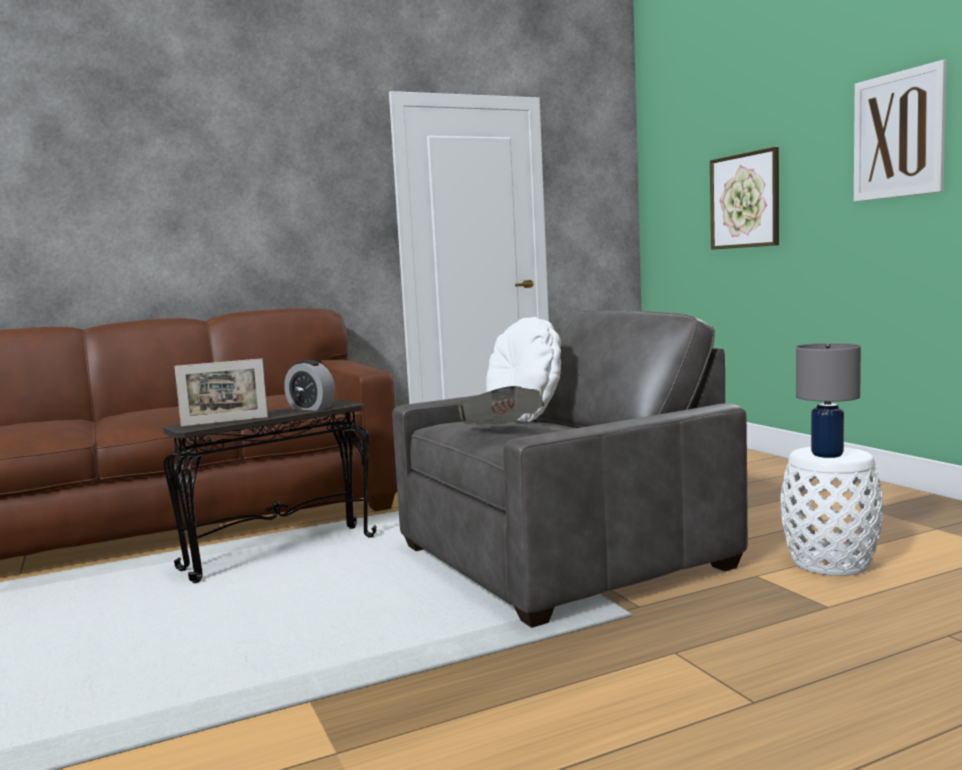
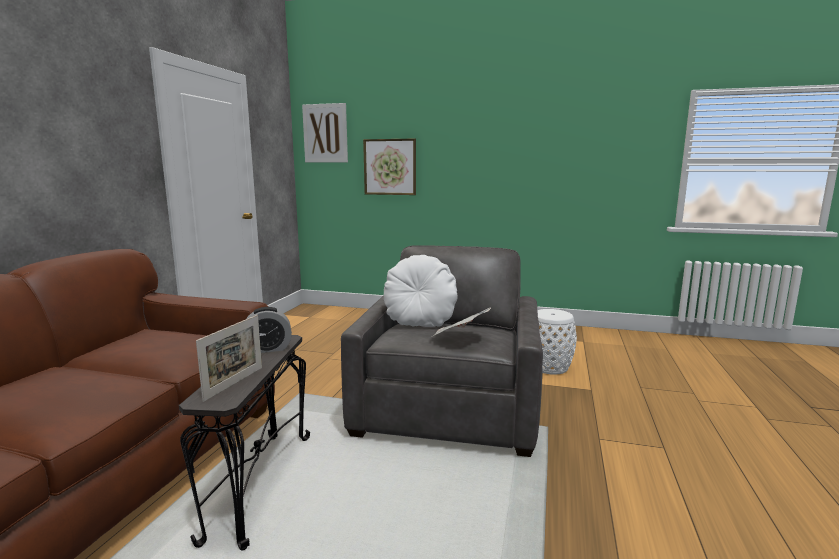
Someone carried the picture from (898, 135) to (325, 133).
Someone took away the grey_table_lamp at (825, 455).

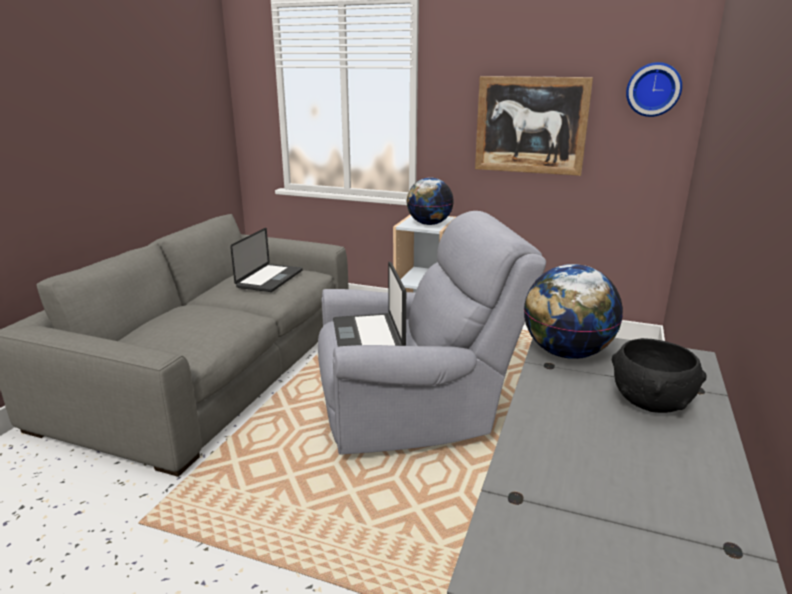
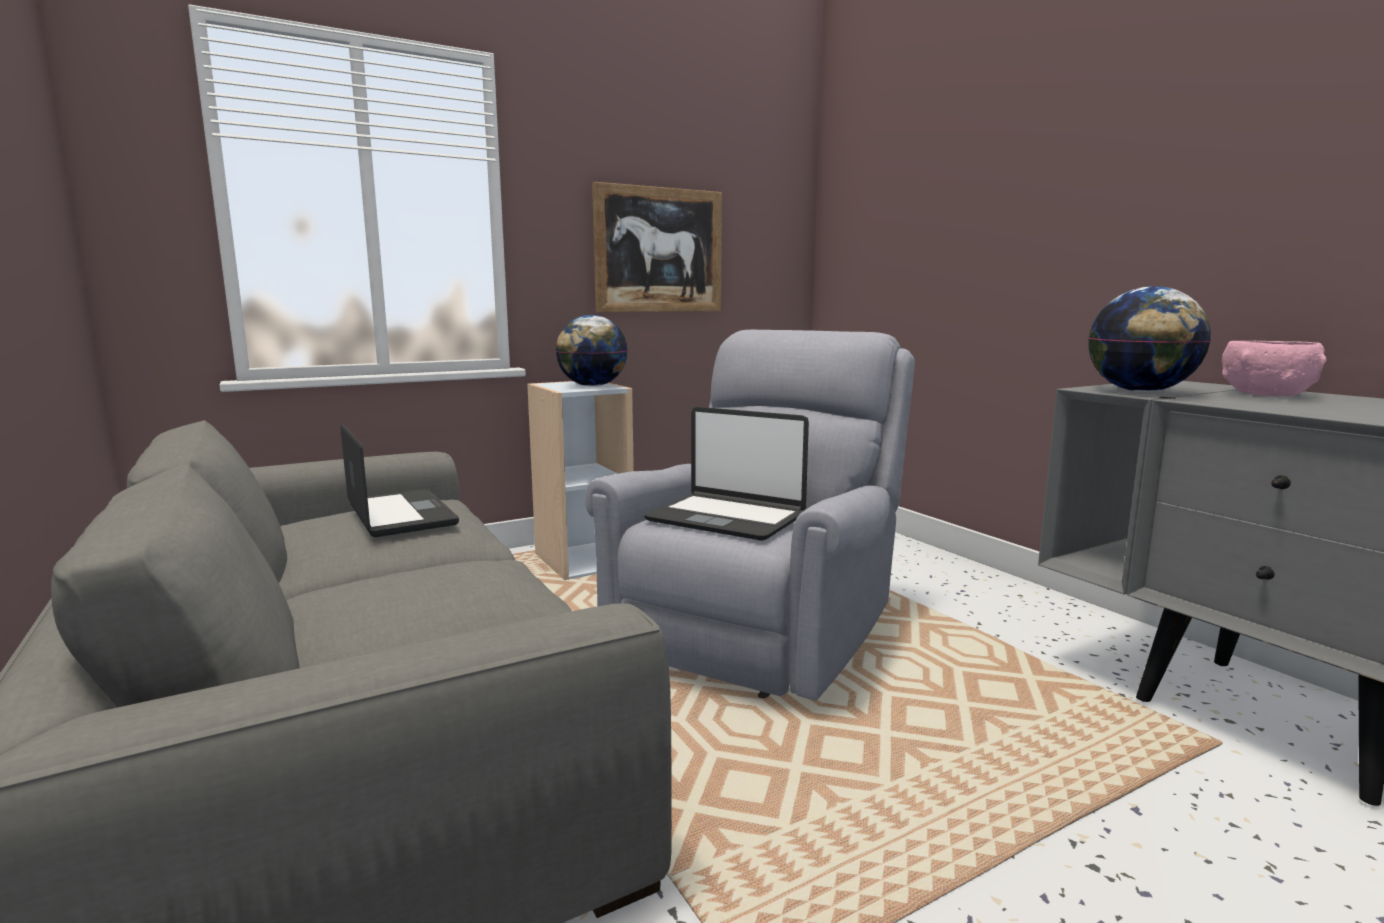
Someone repainted the black_bowl at (650, 401), which became the pink_bowl at (1265, 394).
Someone took away the wall_clock at (653, 89).

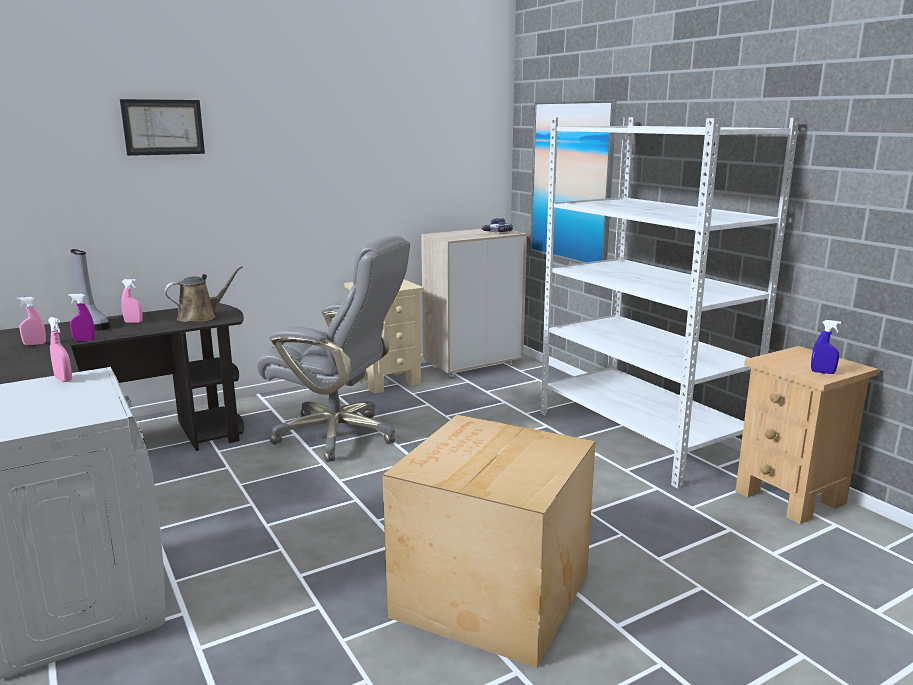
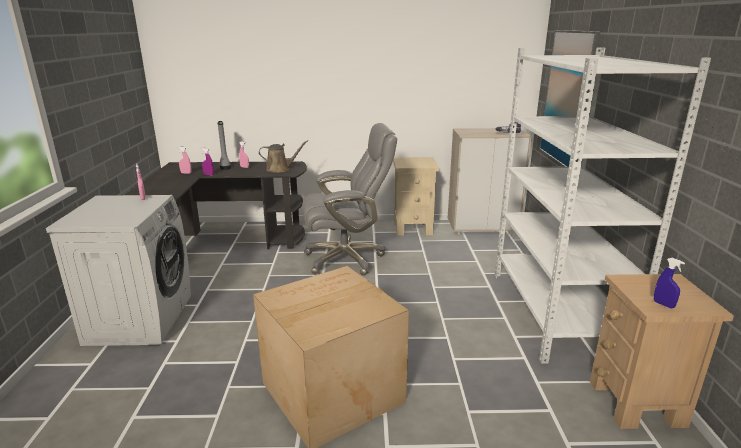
Someone rotated the grey_office_chair at (339, 437) by 60 degrees counterclockwise.
Someone took away the picture at (163, 127).

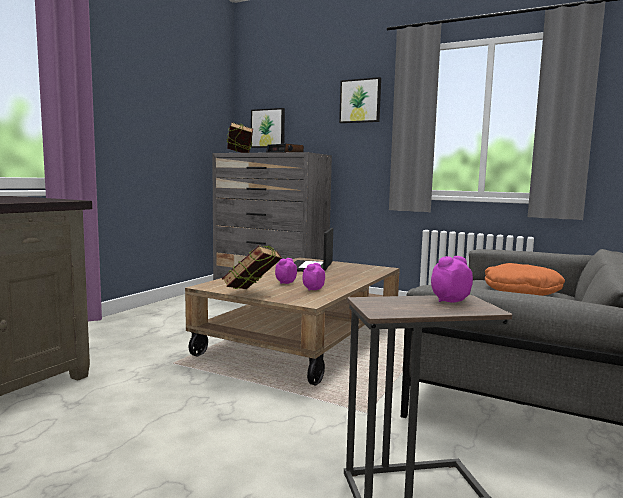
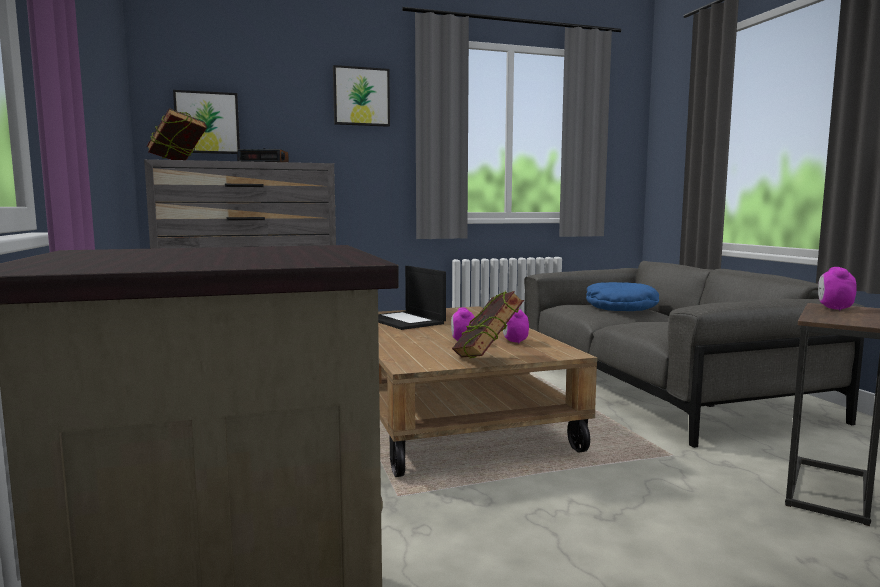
Someone repainted the orange_pillow at (520, 291), which became the blue_pillow at (620, 308).

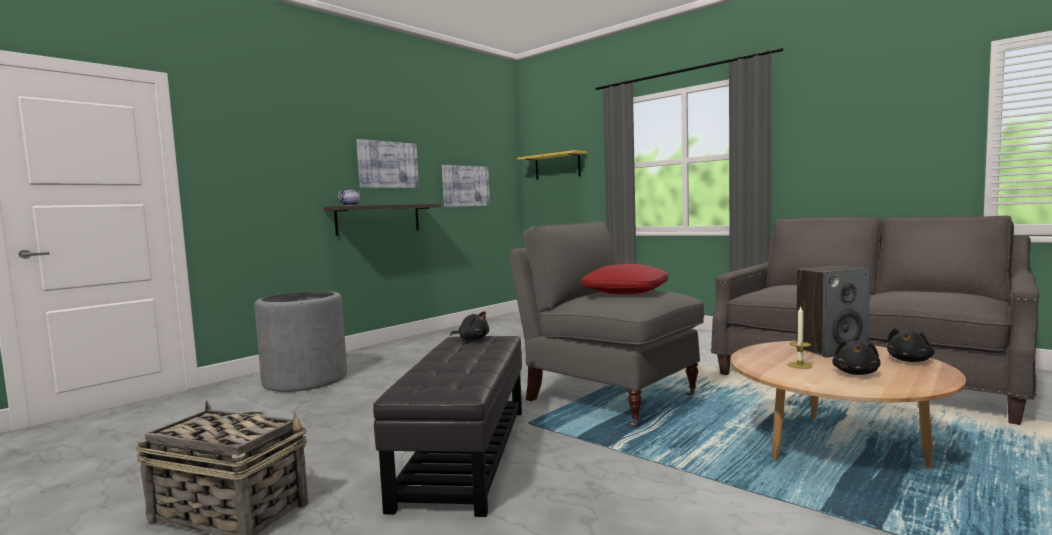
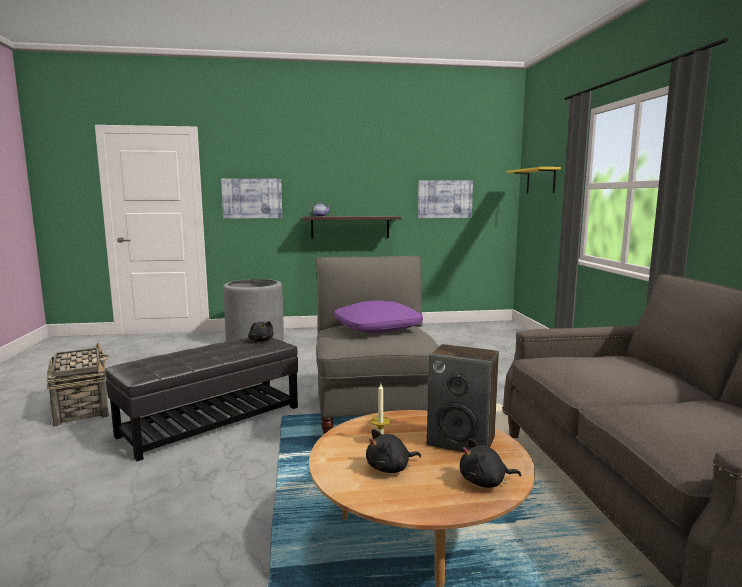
Someone carried the picture from (388, 165) to (252, 198).
Someone repainted the red_pillow at (625, 291), which became the purple_pillow at (377, 327).

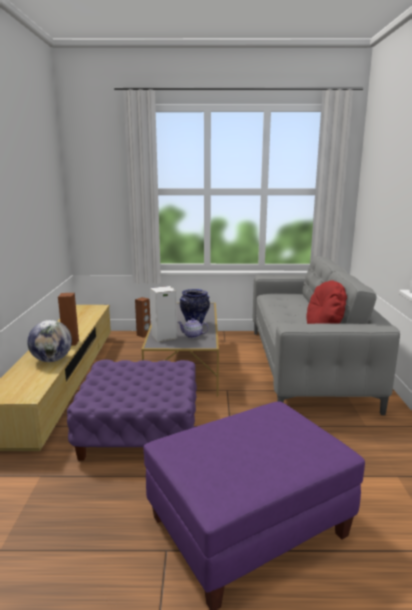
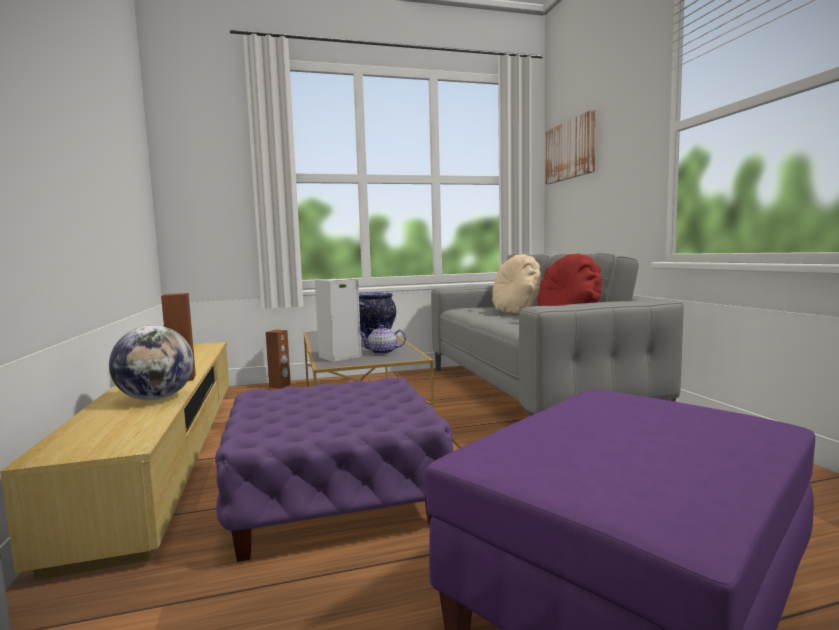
Someone put down the beige_pillow at (516, 313).
Someone put up the picture at (570, 150).

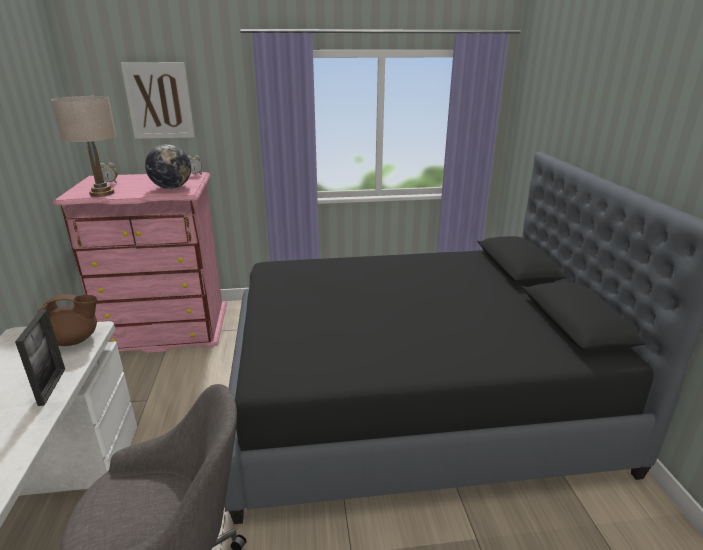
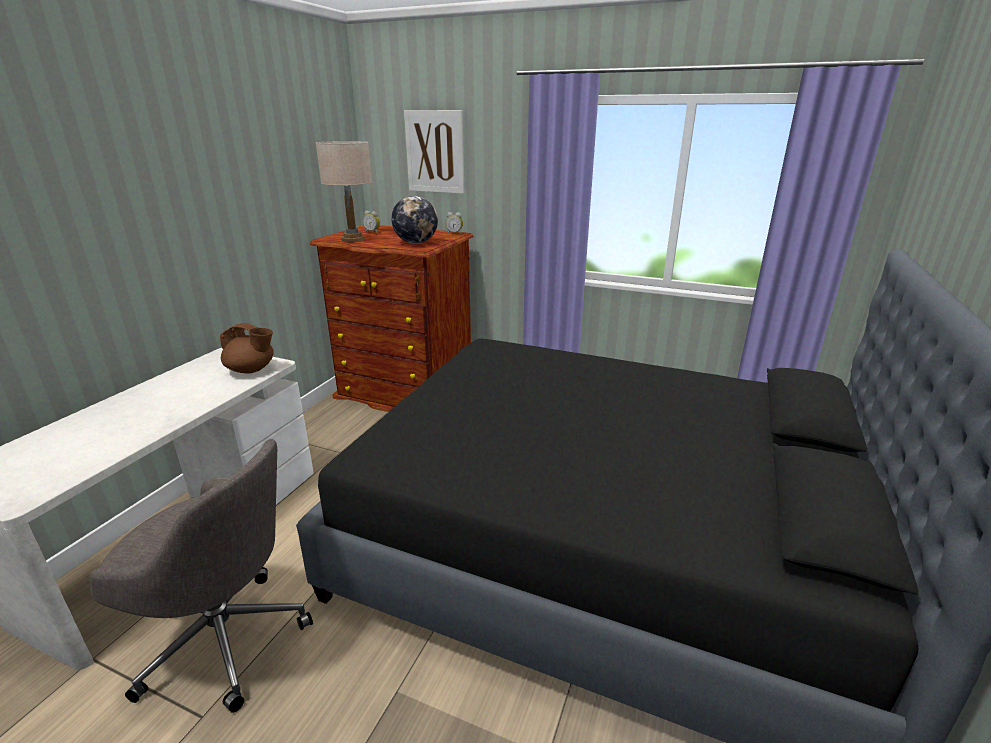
Someone repainted the pink_dresser at (166, 327), which became the brown_dresser at (406, 389).
Someone took away the picture_frame at (52, 386).

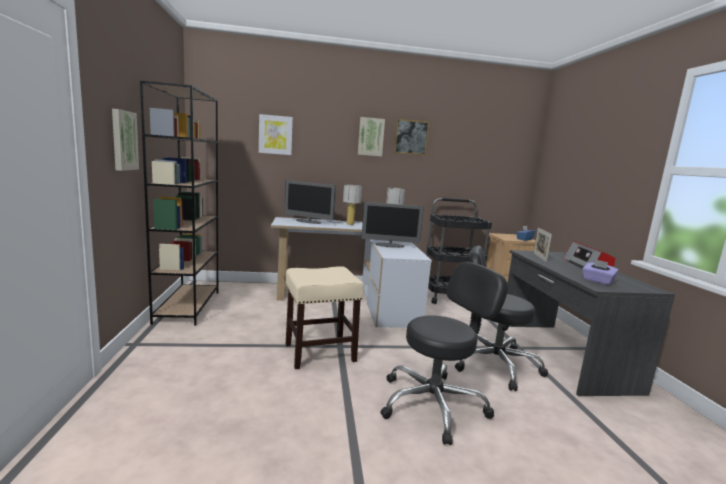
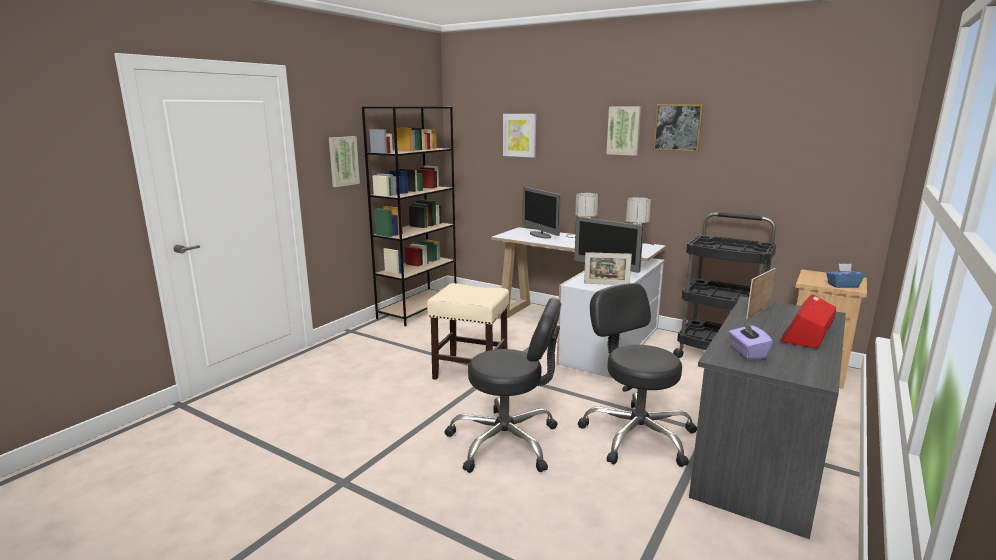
Someone put down the picture_frame at (606, 284).

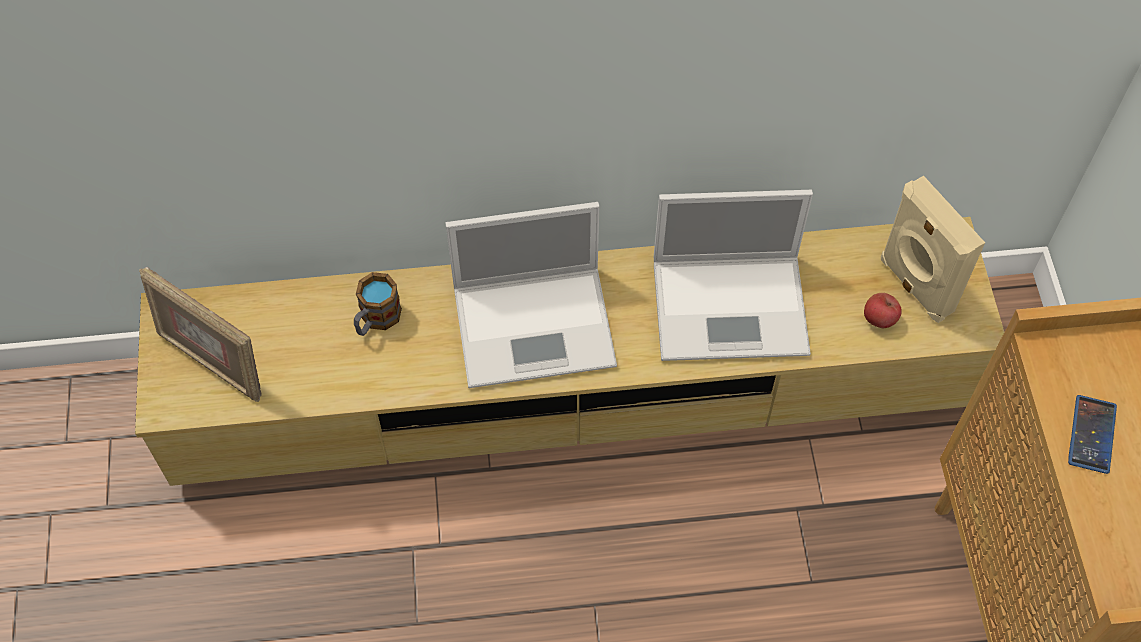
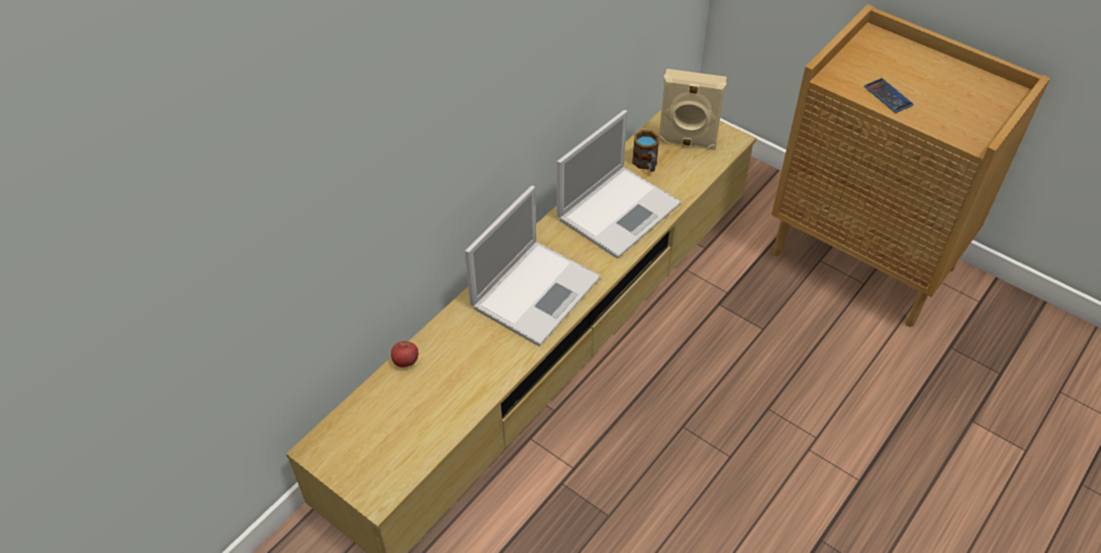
Someone carried the apple from (879, 319) to (405, 361).
Someone carried the mug from (376, 320) to (646, 164).
Someone took away the picture_frame at (212, 361).

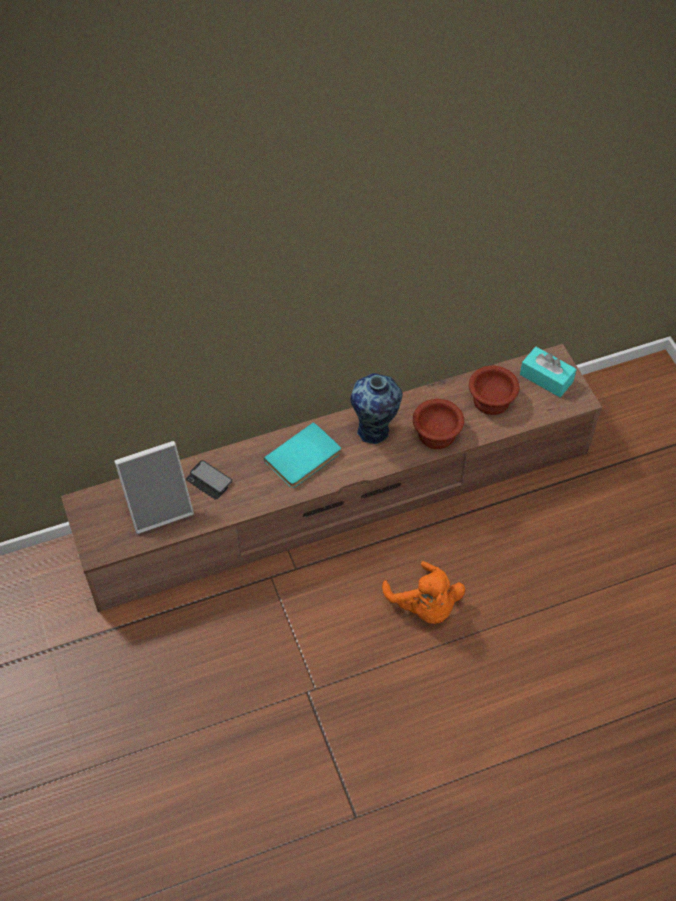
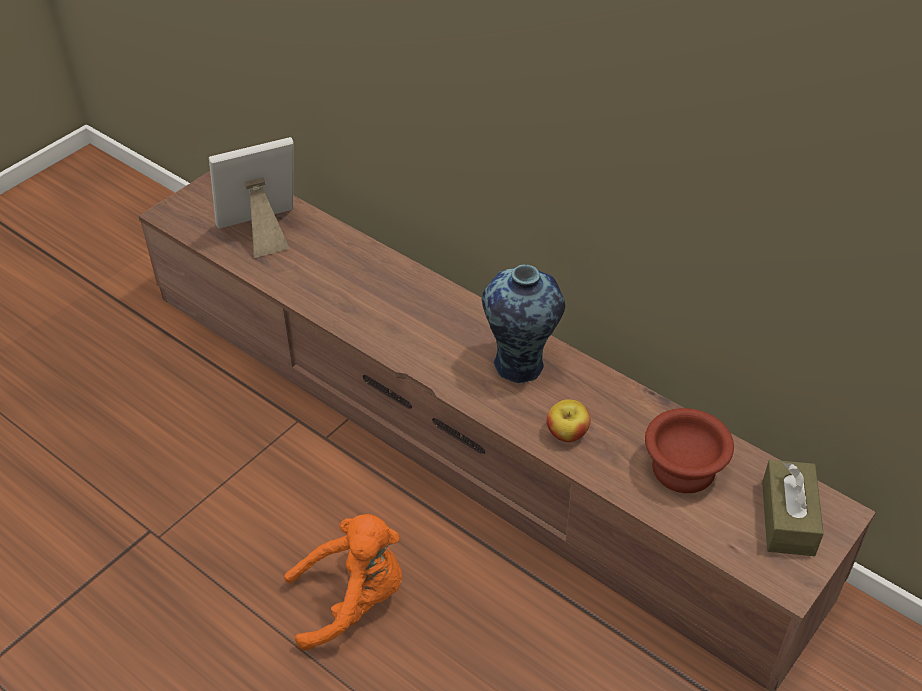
Someone rotated the picture_frame at (159, 507) by 120 degrees clockwise.
Someone rotated the orange_plush_toy at (425, 606) by 135 degrees counterclockwise.
Someone swapped the brown_bowl at (436, 435) for the apple at (567, 433).
Someone repainted the turquoise_tissue_box at (546, 378), which became the brown_tissue_box at (787, 518).
Someone took away the phone at (209, 480).
Someone took away the turquoise_book at (304, 458).

